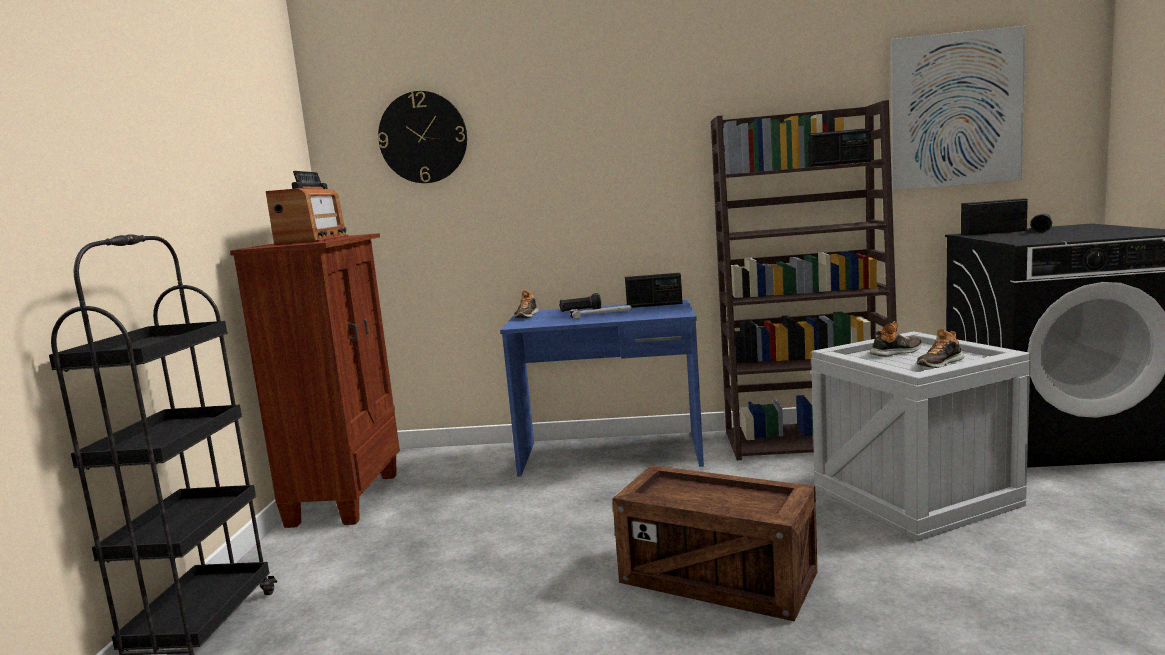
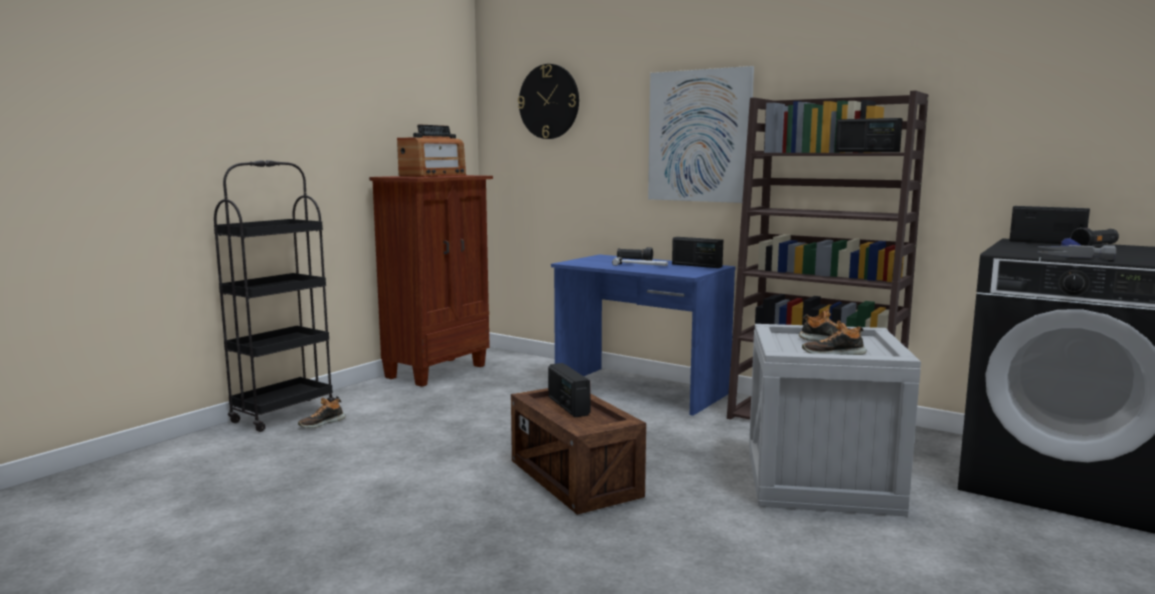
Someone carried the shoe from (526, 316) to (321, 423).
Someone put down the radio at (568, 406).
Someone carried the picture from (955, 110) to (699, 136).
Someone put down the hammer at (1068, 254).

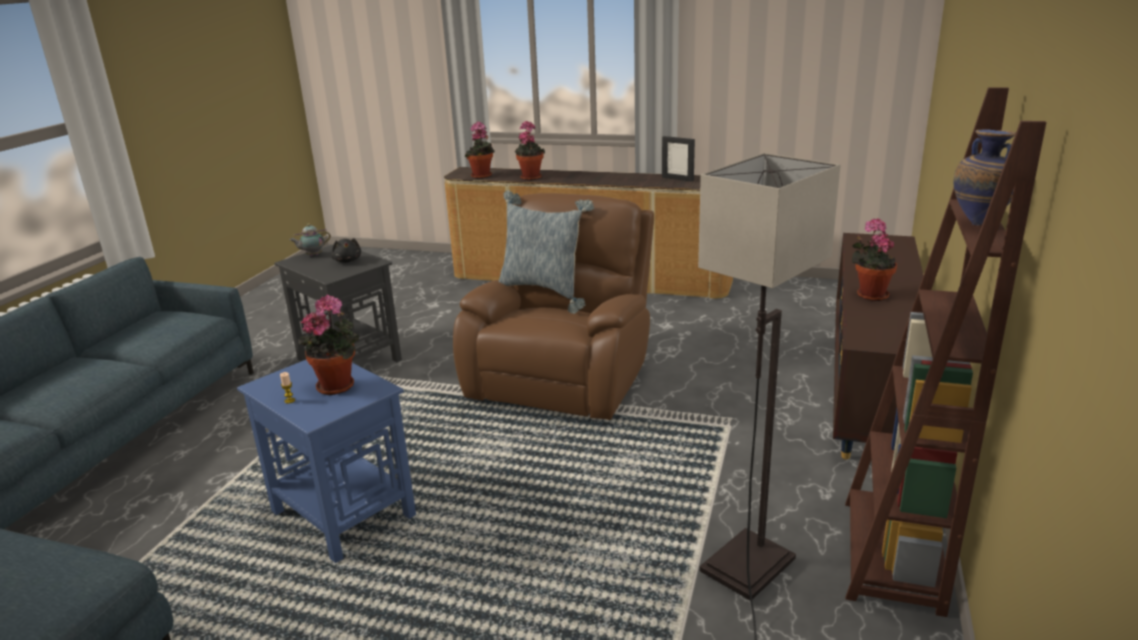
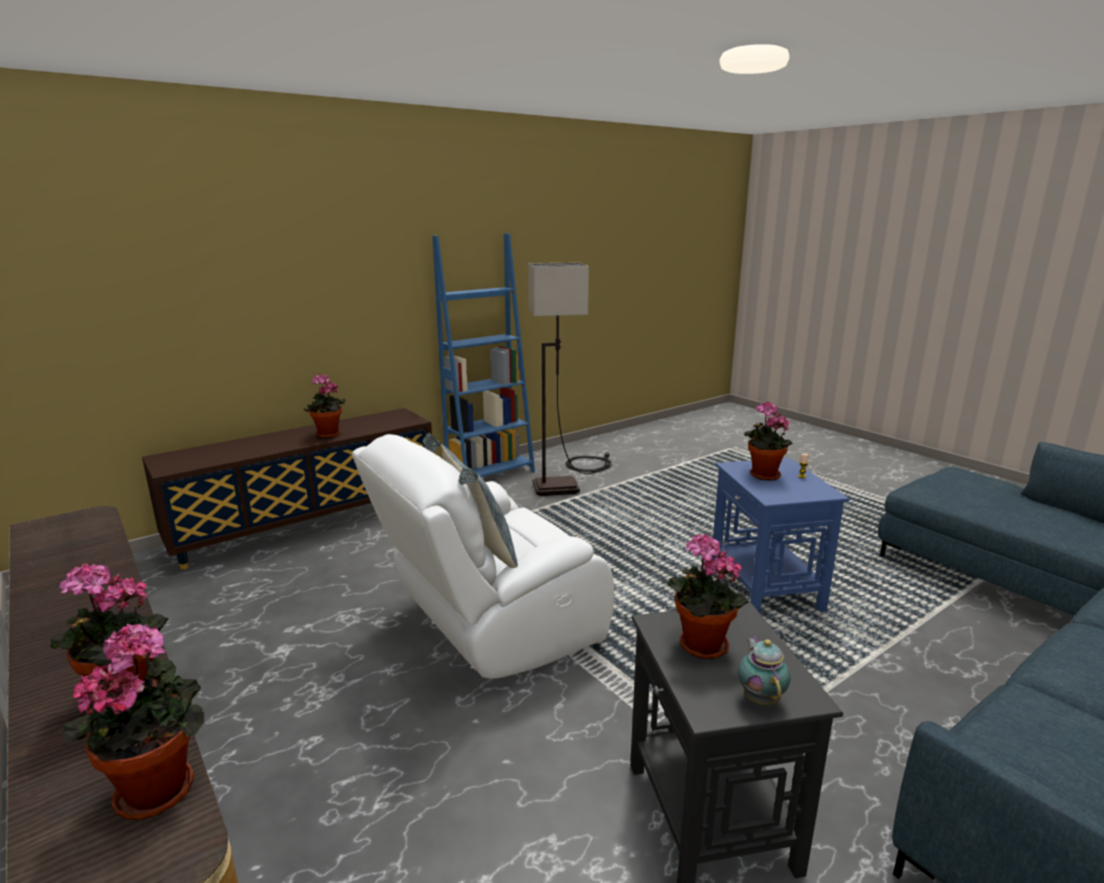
Someone repainted the brown_armchair at (562, 380), which became the white_armchair at (487, 630).
Someone repainted the brown_bookcase at (892, 555), which became the blue_bookcase at (490, 473).
Someone swapped the black_plush_toy at (347, 261) for the potted_plant at (699, 647).
Someone rotated the teapot at (312, 255) by 105 degrees counterclockwise.
Someone took away the picture_frame at (678, 178).
Someone took away the vase at (979, 223).

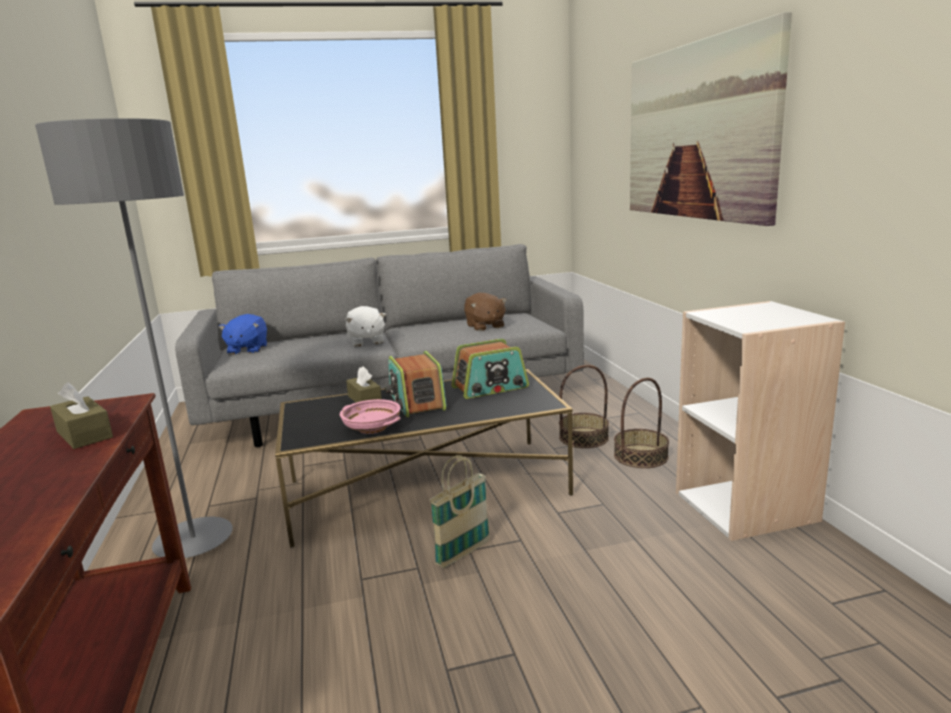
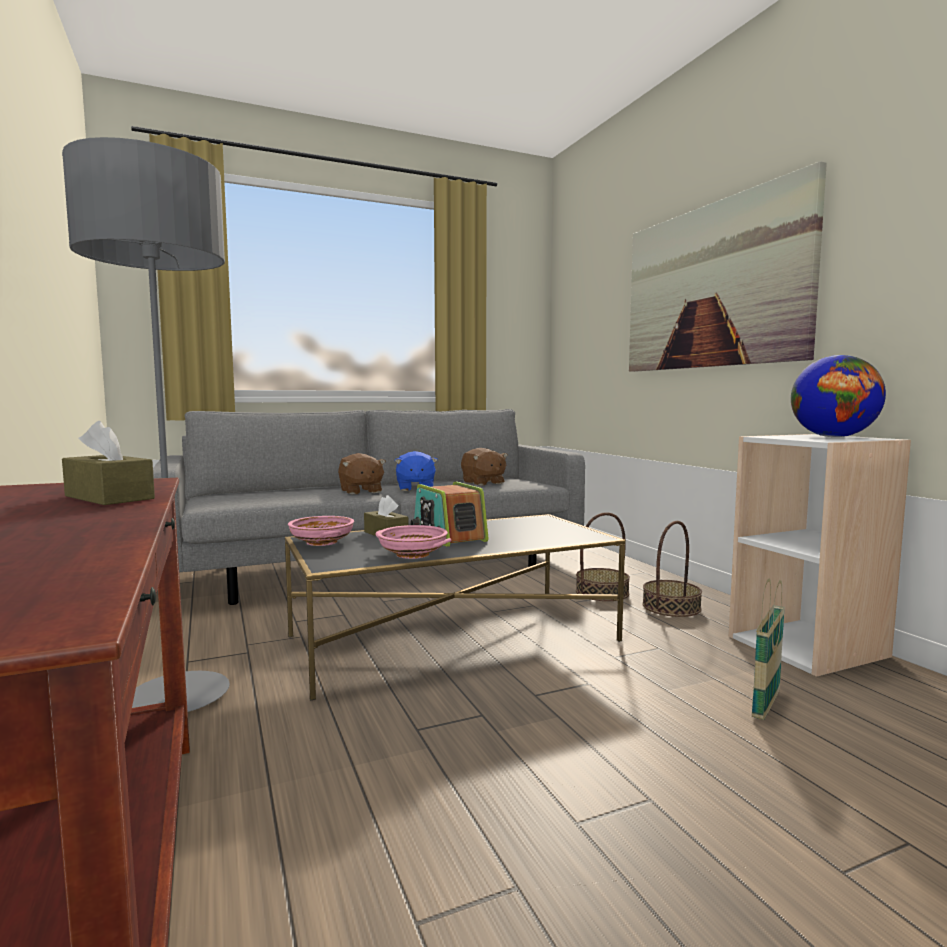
Someone put down the pink_bowl at (322, 542).
Someone repainted the white_plush_toy at (366, 341), which became the brown_plush_toy at (360, 491).
Someone carried the blue_plush_toy from (247, 350) to (415, 488).
Someone carried the basket from (463, 553) to (766, 704).
Someone put down the globe at (833, 437).
Someone took away the radio at (490, 387).

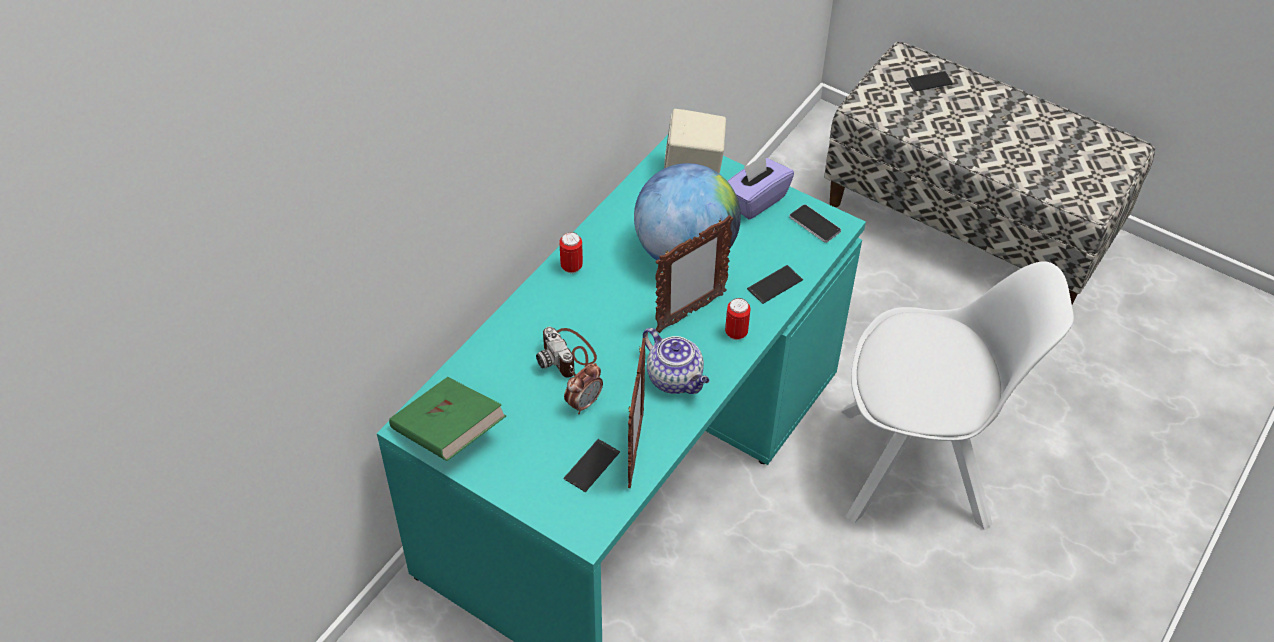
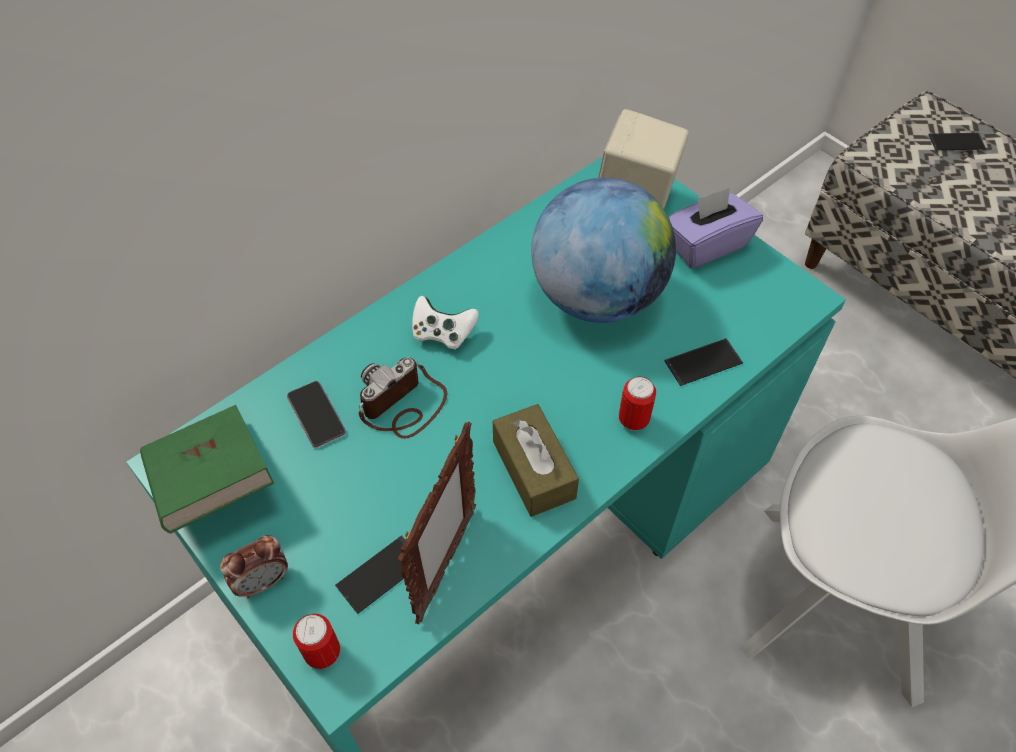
Someone carried the alarm_clock from (584, 403) to (263, 581).
Someone carried the phone from (814, 224) to (316, 415).
Someone carried the can from (571, 267) to (323, 653).
Someone rotated the photo_camera at (568, 355) by 60 degrees clockwise.
Someone put down the white_game_controller at (442, 333).
Someone swapped the teapot at (676, 379) for the brown_tissue_box at (533, 469).
Someone took away the picture_frame at (690, 313).

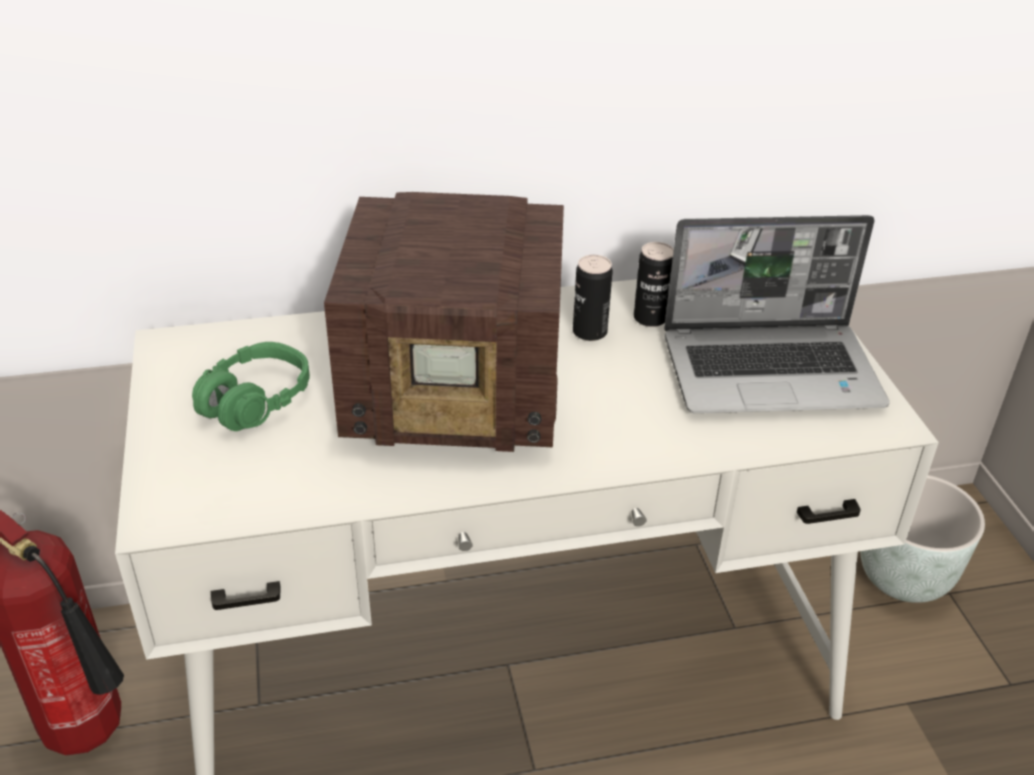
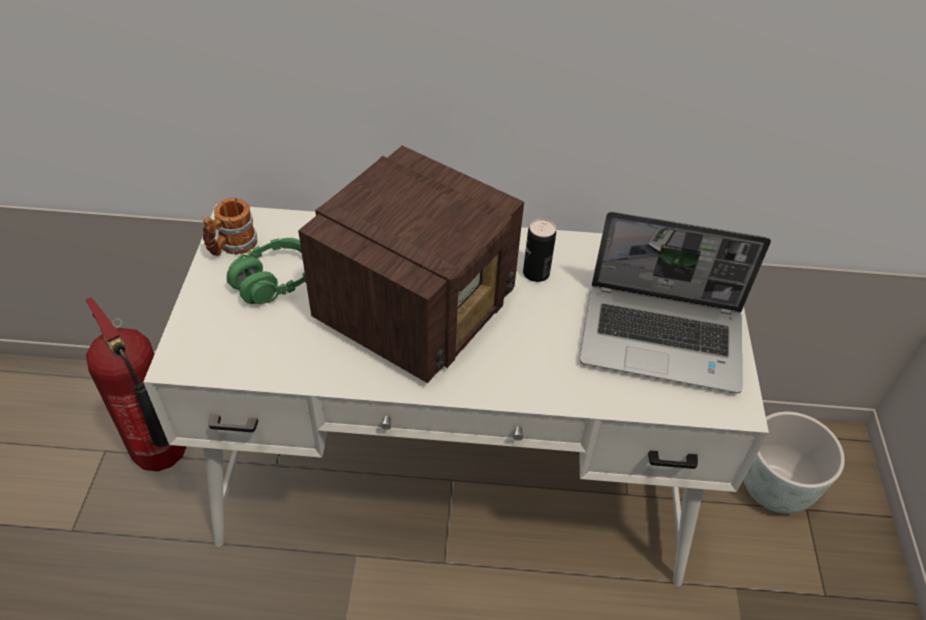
Someone put down the mug at (232, 246).
Someone rotated the radio at (459, 394) by 75 degrees counterclockwise.
Someone took away the can at (650, 318).

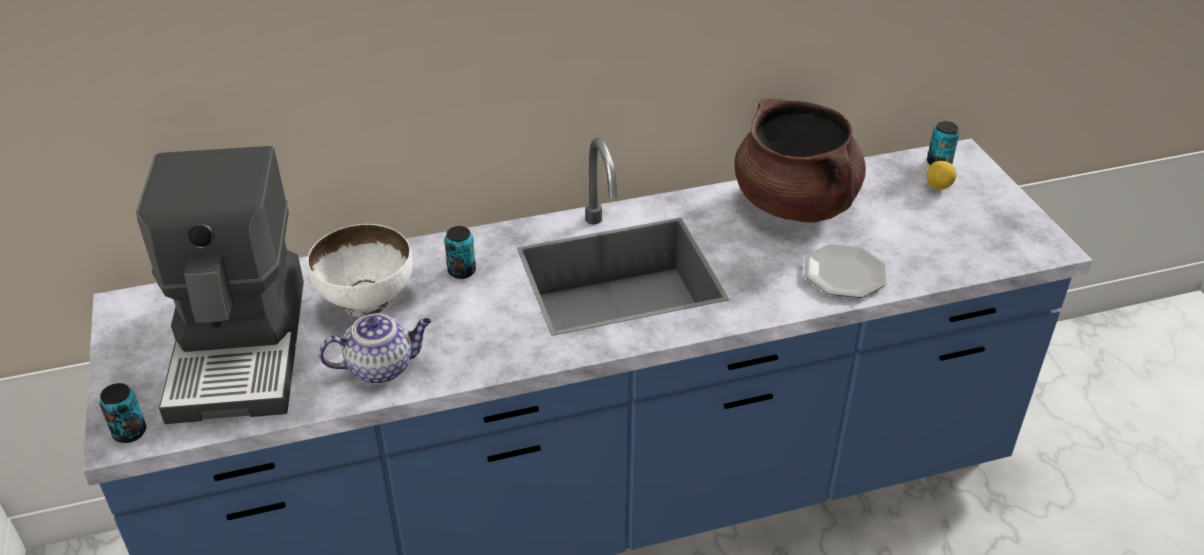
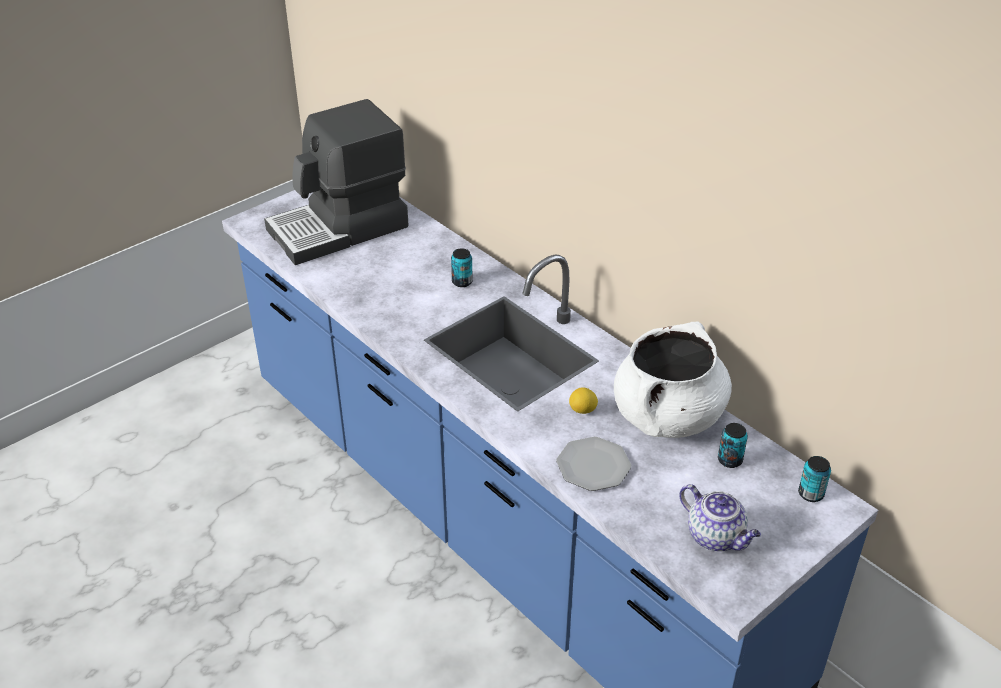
Someone carried the lemon from (938, 186) to (583, 410).
Someone repainted the brown_cooking_pot at (795, 203), which became the white_cooking_pot at (668, 417).
Someone carried the teapot from (382, 367) to (716, 537).
Someone carried the can from (130, 432) to (730, 460).
Someone took away the white_bowl at (367, 303).

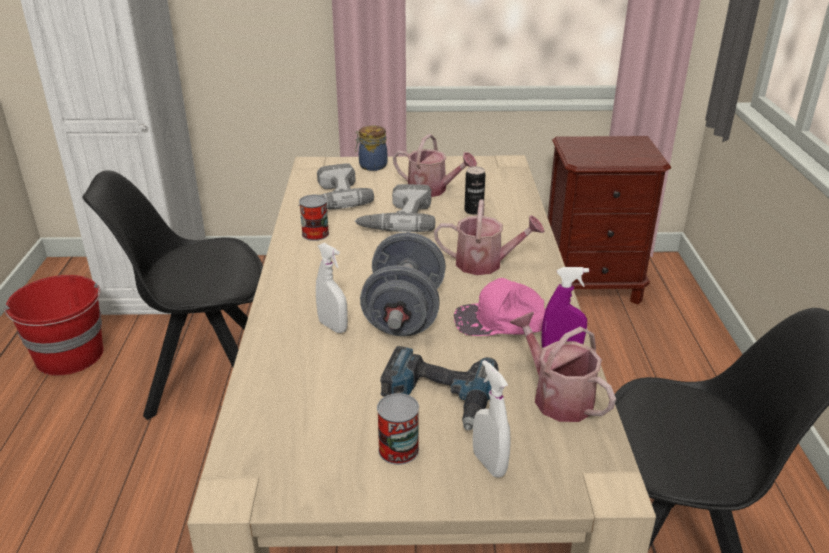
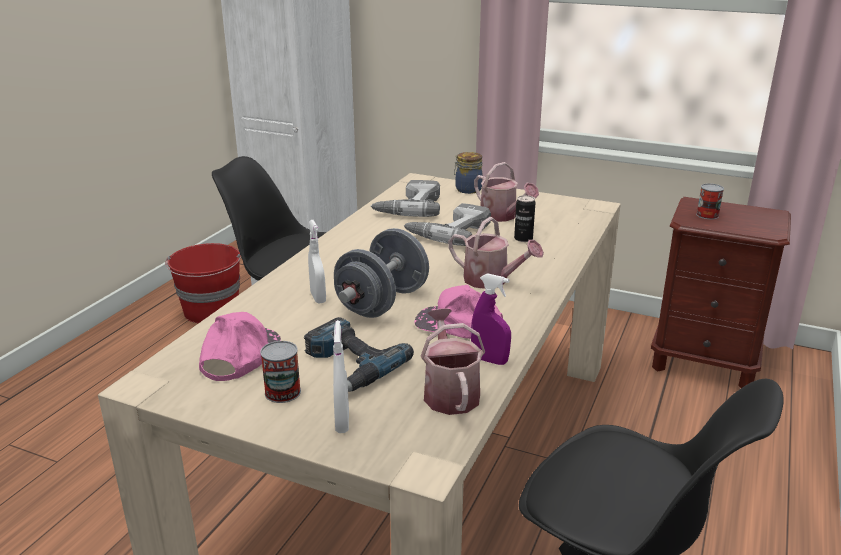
Someone put down the pink_cap at (239, 354).
Someone carried the can from (315, 234) to (707, 215).

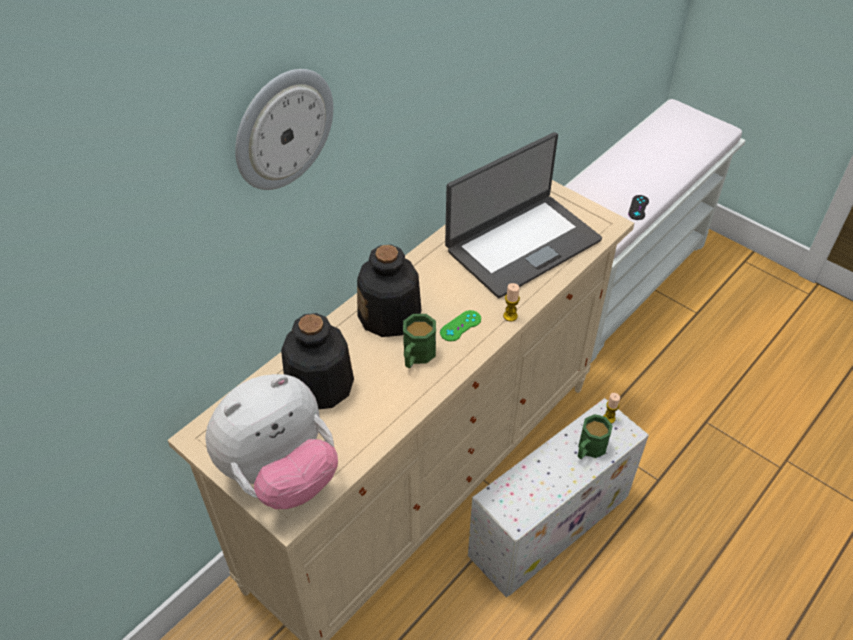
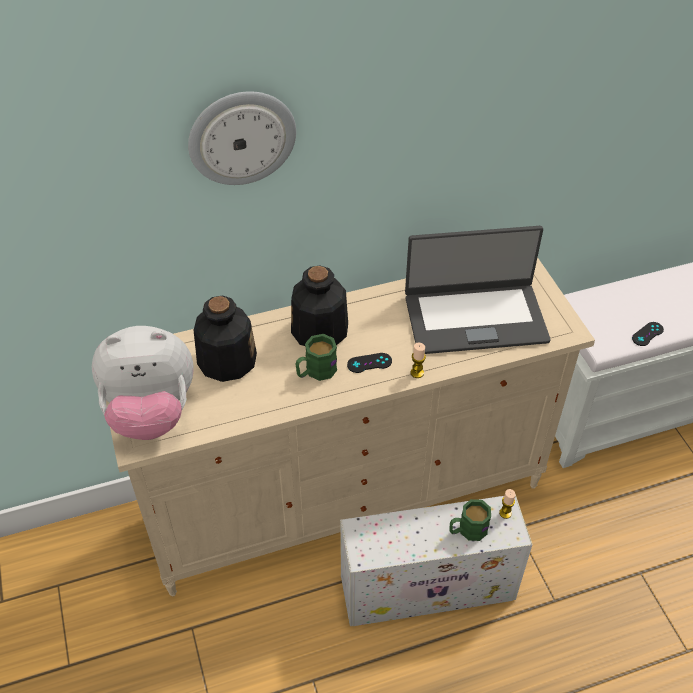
Someone repainted the green_game_controller at (460, 326), which became the black_game_controller at (369, 363).

